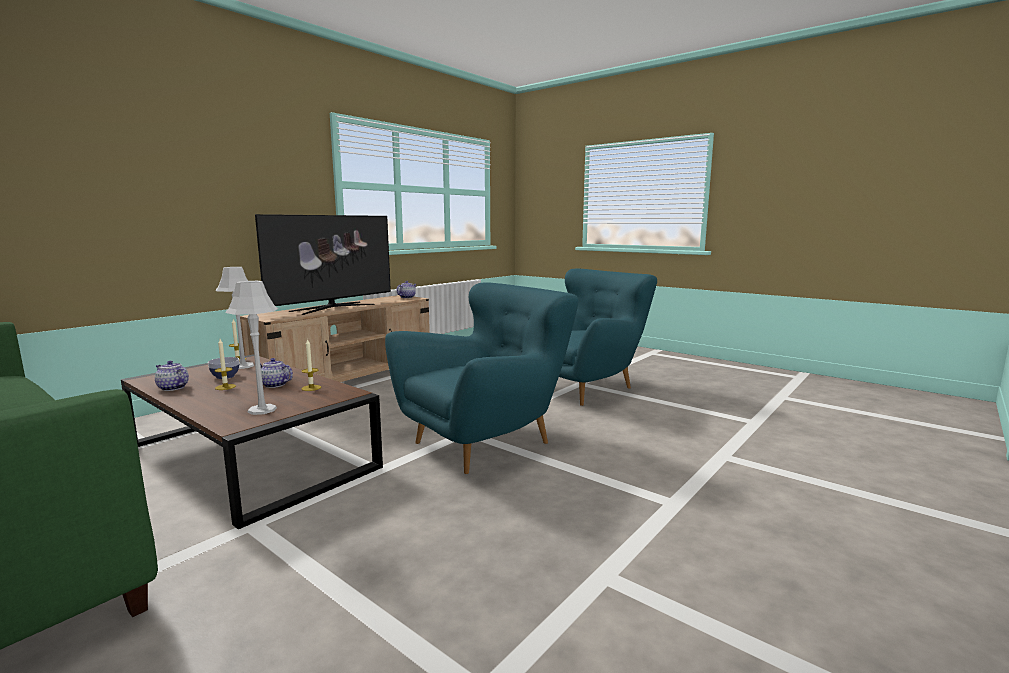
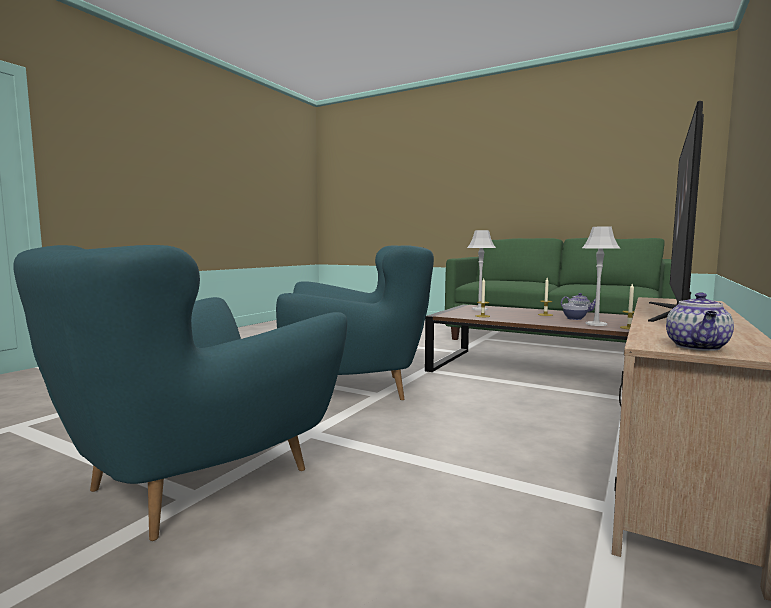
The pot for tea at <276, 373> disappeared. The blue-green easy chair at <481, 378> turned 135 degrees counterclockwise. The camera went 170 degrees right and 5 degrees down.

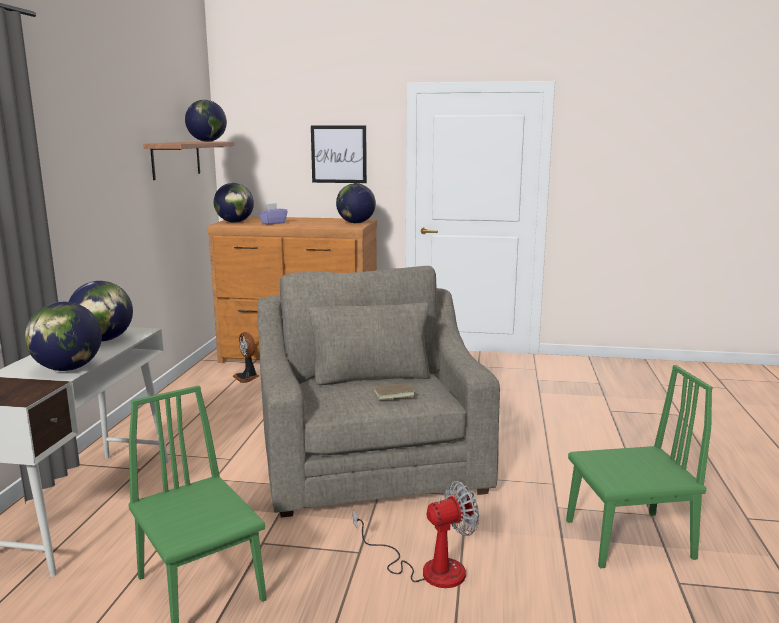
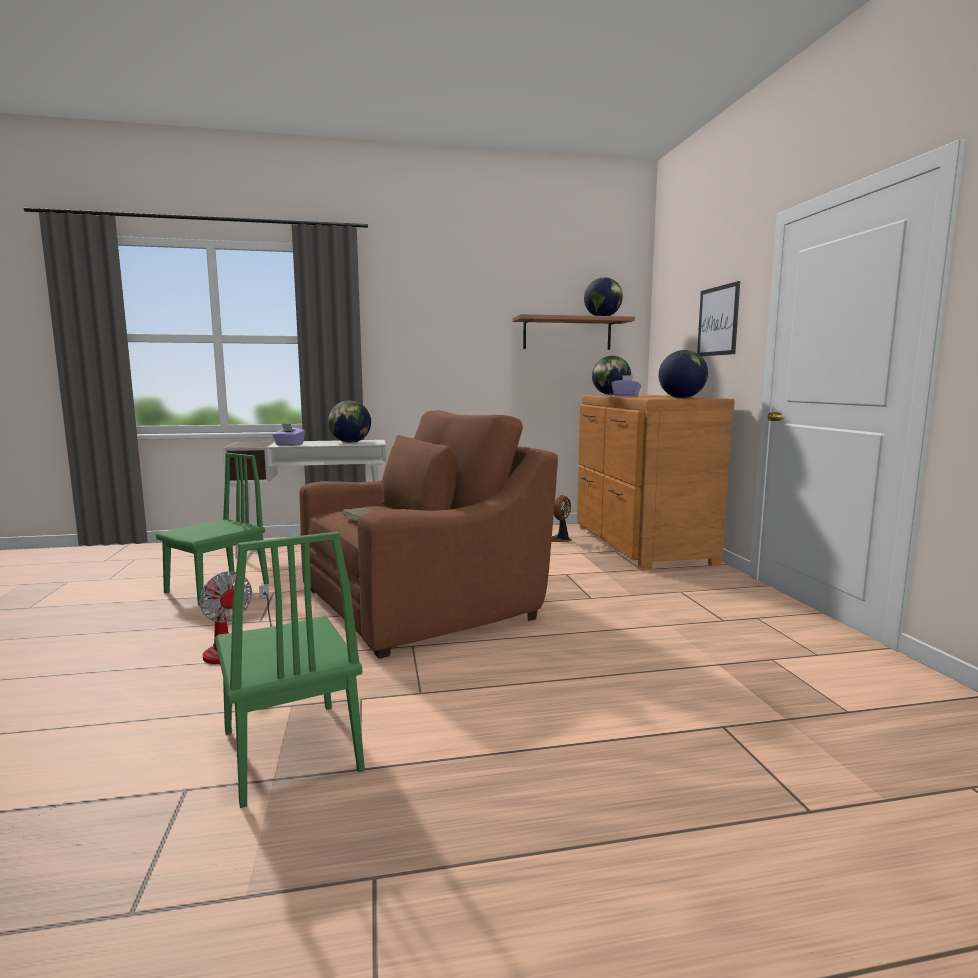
The desk globe at <63, 336> was replaced by the purple tissue box at <288, 435>. The greyish easy chair at <378, 391> became the brown-coloured easy chair at <428, 534>. The camera went 70 degrees right and 5 degrees down.

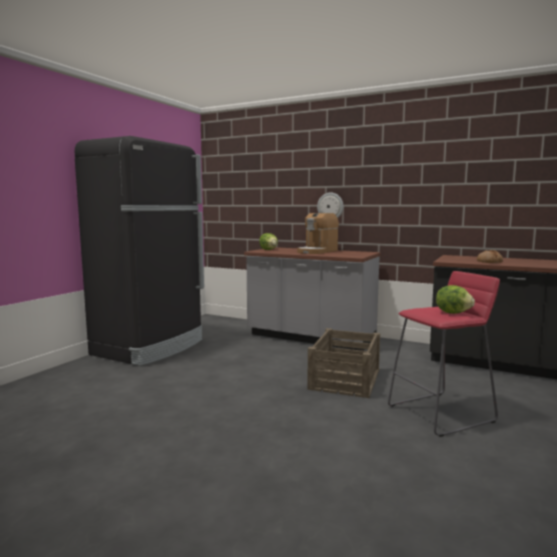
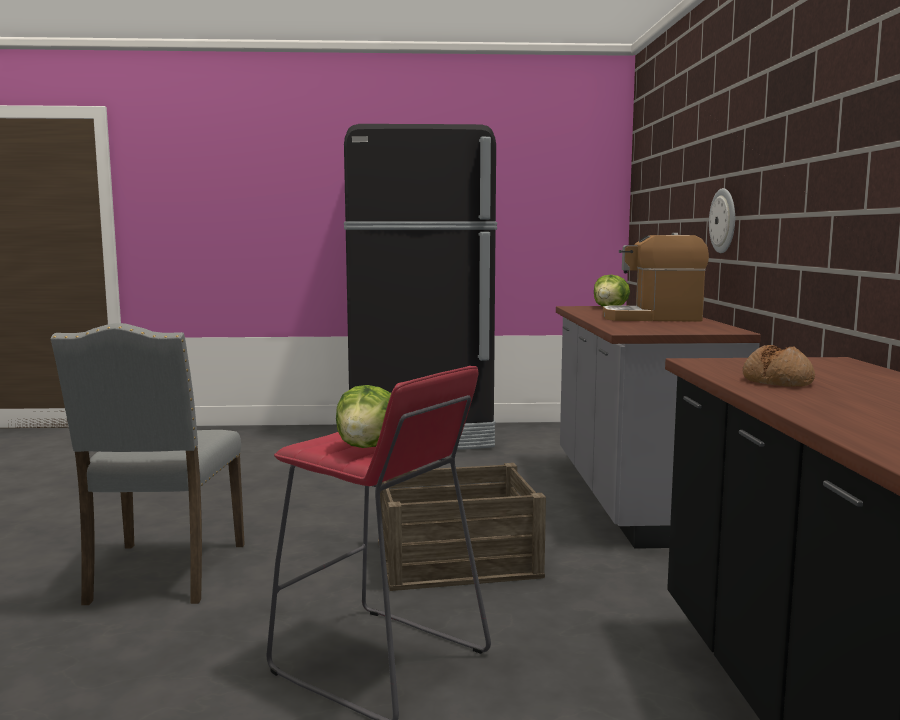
The greyish plain chair at <147, 464> appeared. The camera went 60 degrees right and 0 degrees up.

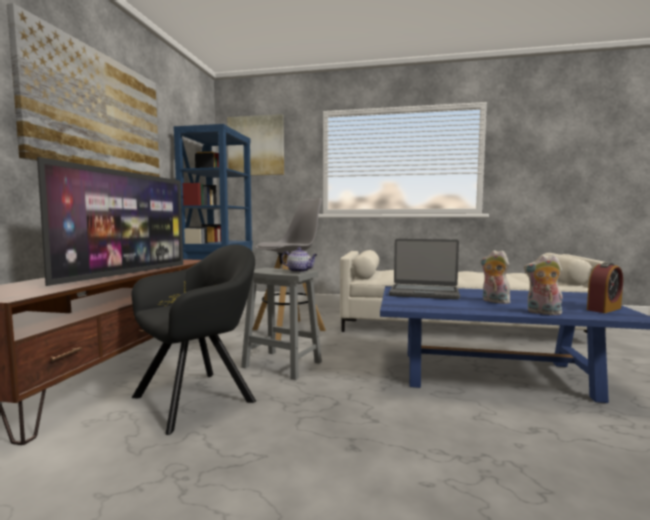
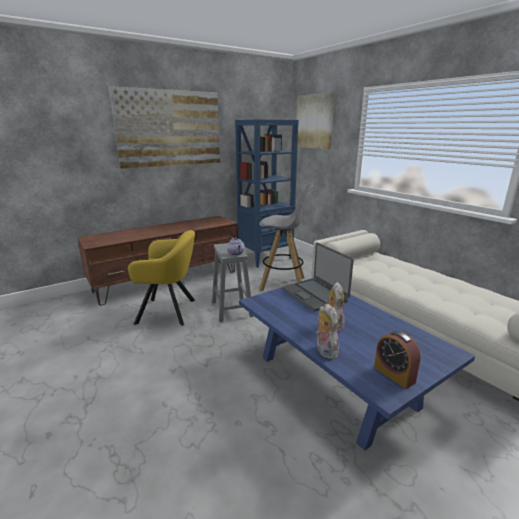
The television at <110, 221> disappeared. The black easy chair at <193, 339> became the yellowish easy chair at <161, 278>. The alarm clock at <605, 287> turned 45 degrees clockwise. The camera went 45 degrees right and 15 degrees up.

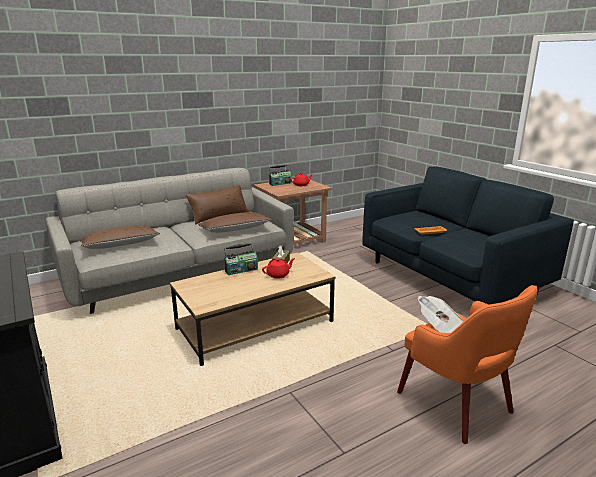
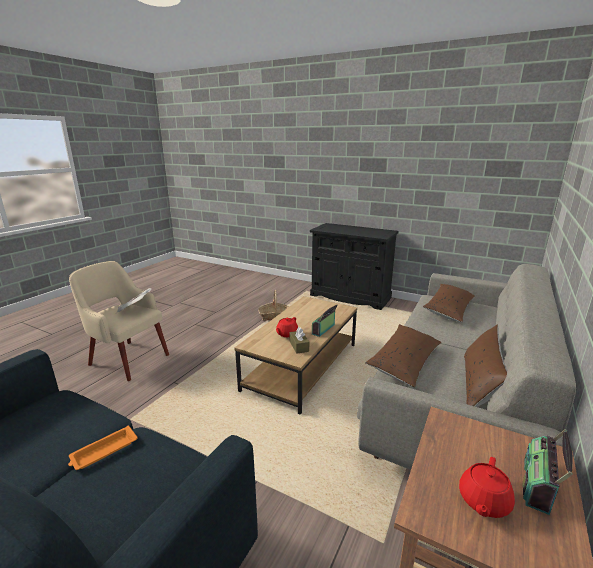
The storage basket at <273, 305> appeared. The orangey easy chair at <467, 364> became the sand-coloured easy chair at <119, 321>. The camera went 150 degrees right and 0 degrees up.

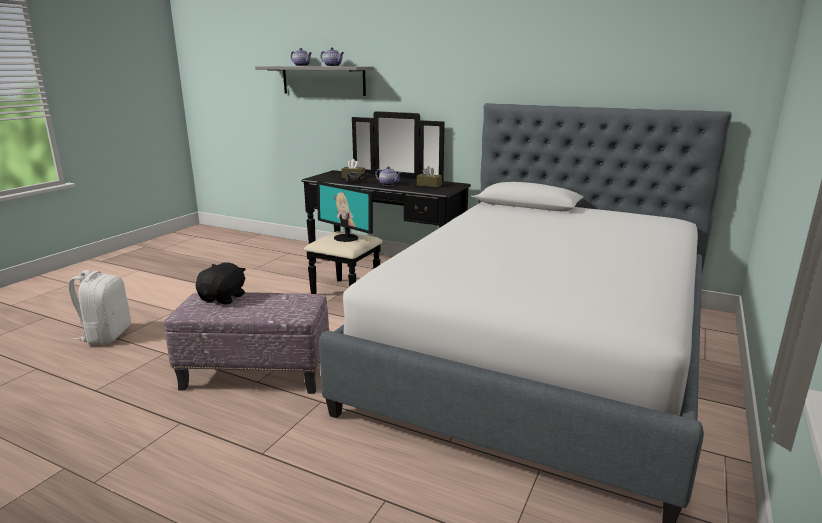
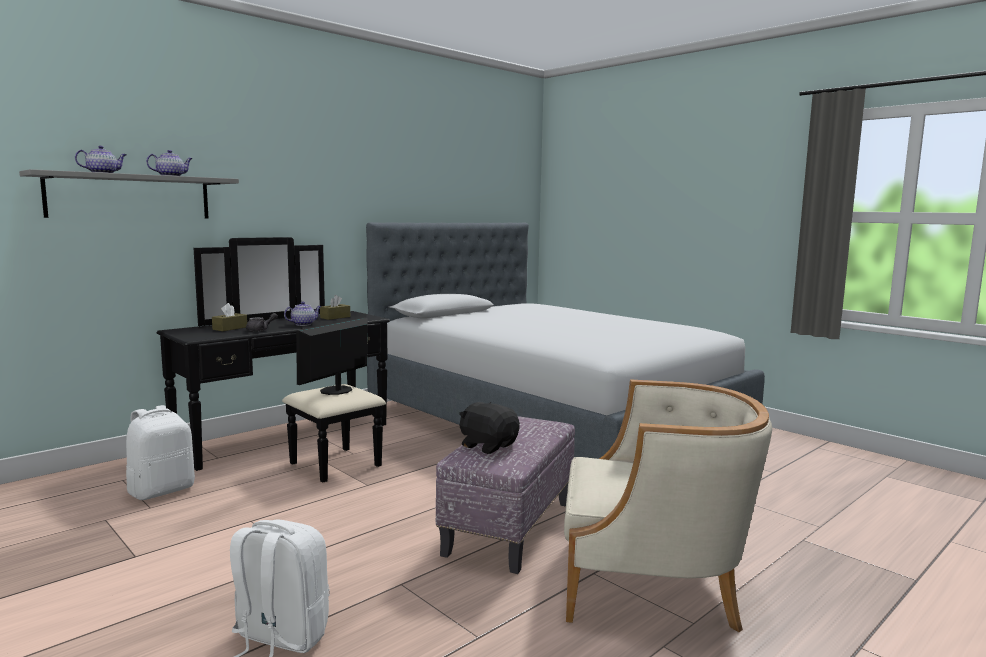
The white backpack at <160, 452> appeared. The sand-coloured easy chair at <668, 505> appeared. The computer display at <345, 211> turned 150 degrees clockwise. The camera went 70 degrees left and 10 degrees down.

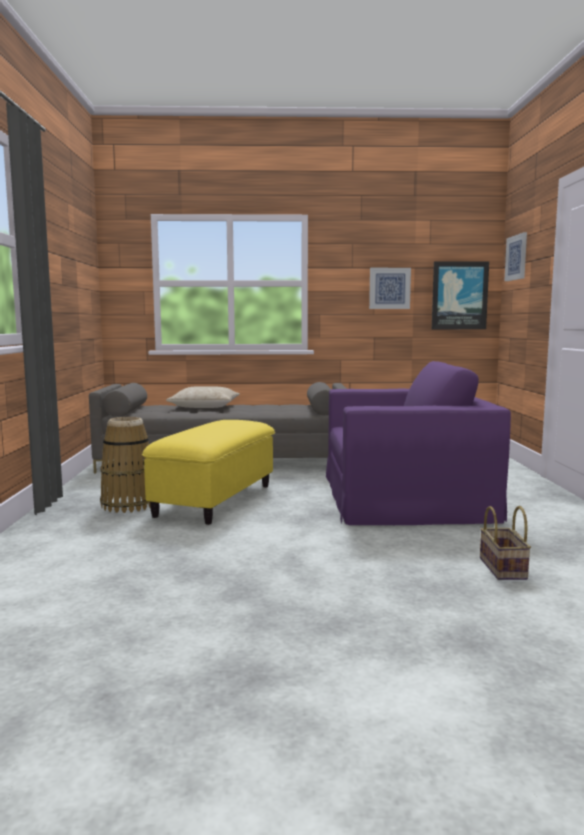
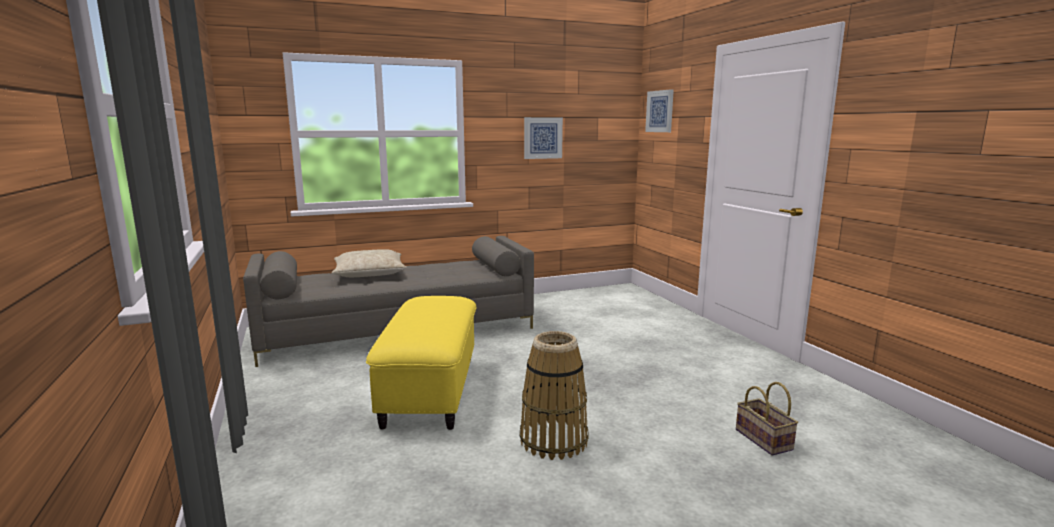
The purple easy chair at <418, 443> disappeared. The wall art at <460, 295> disappeared. The storage basket moved from <125, 465> to <554, 395>. The camera went 20 degrees left and 5 degrees up.

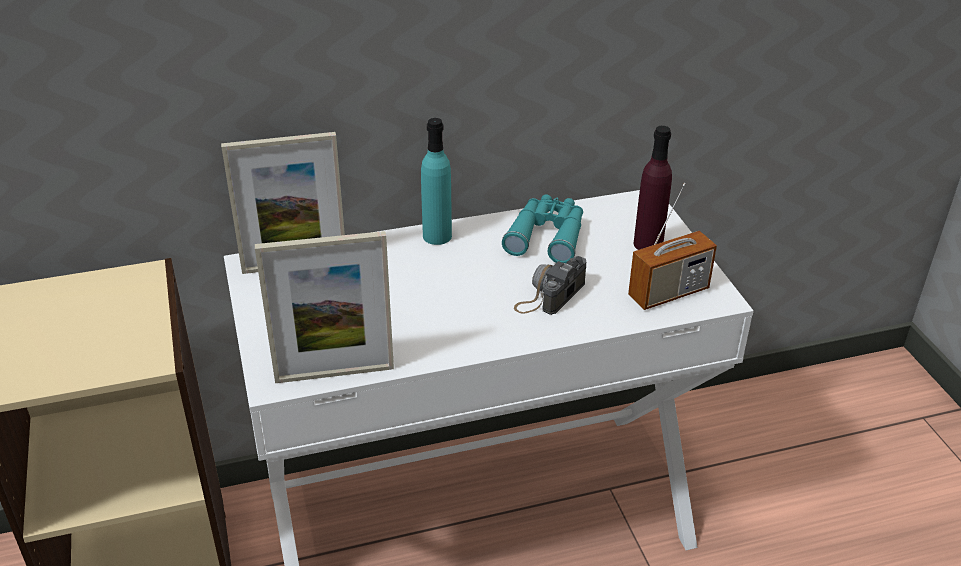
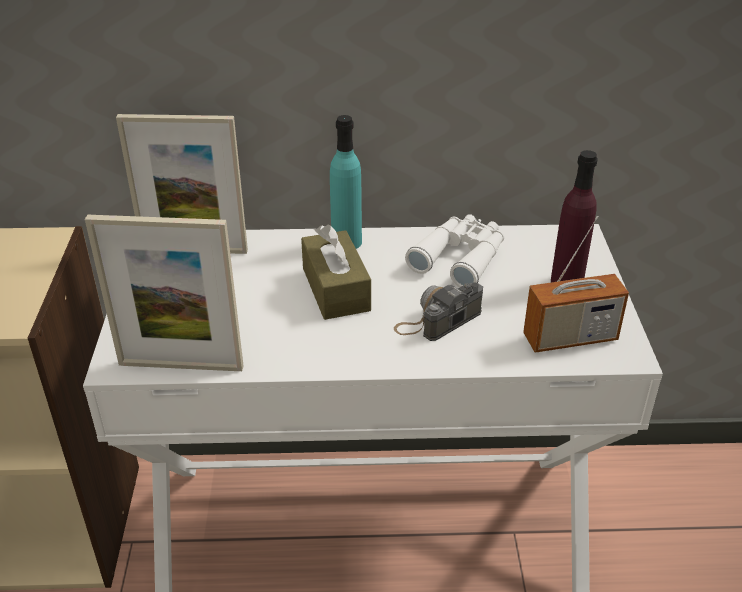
The brown-coloured tissue box at <336, 272> appeared. The blue-green field glasses at <542, 228> became the white field glasses at <454, 251>. The camera went 15 degrees right and 0 degrees up.

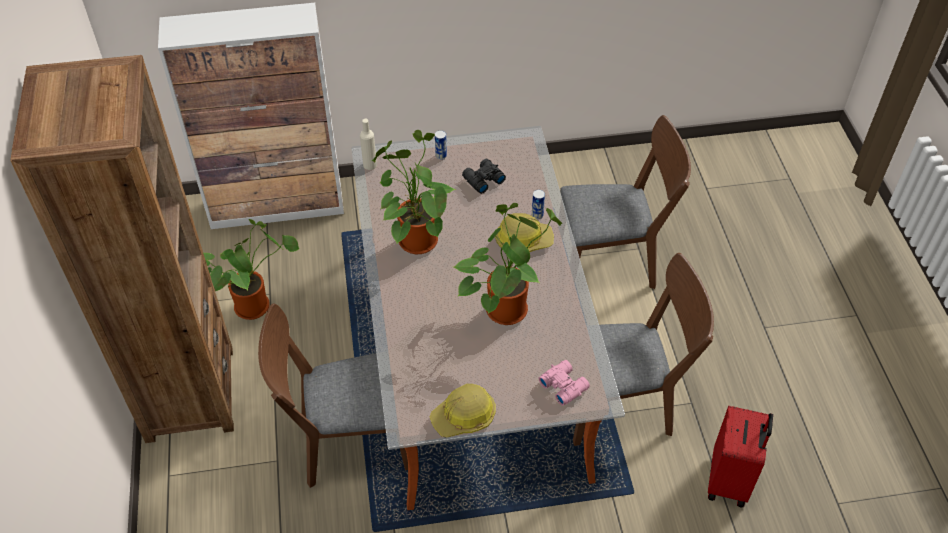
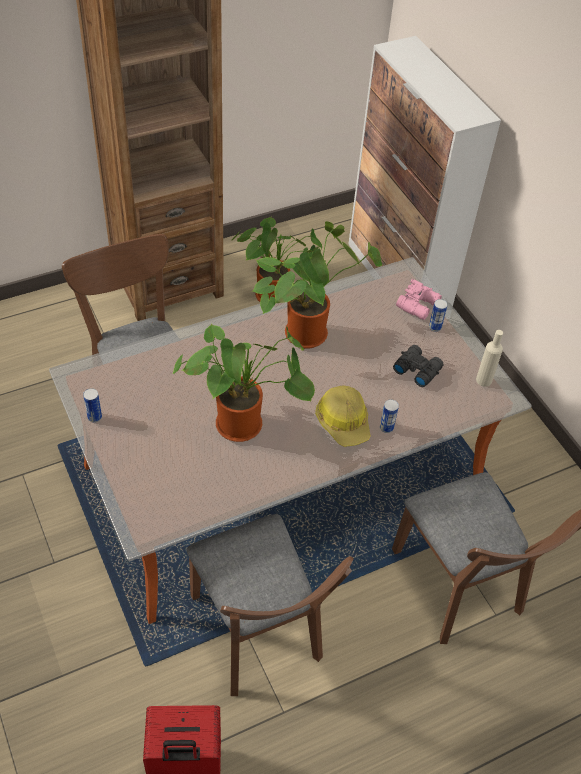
The sand-coloured drink bottle moved from <368, 144> to <489, 358>. The pink-coloured field glasses moved from <564, 383> to <419, 299>. The safety helmet at <462, 411> was replaced by the sealed can at <92, 405>. The camera went 70 degrees right and 0 degrees up.

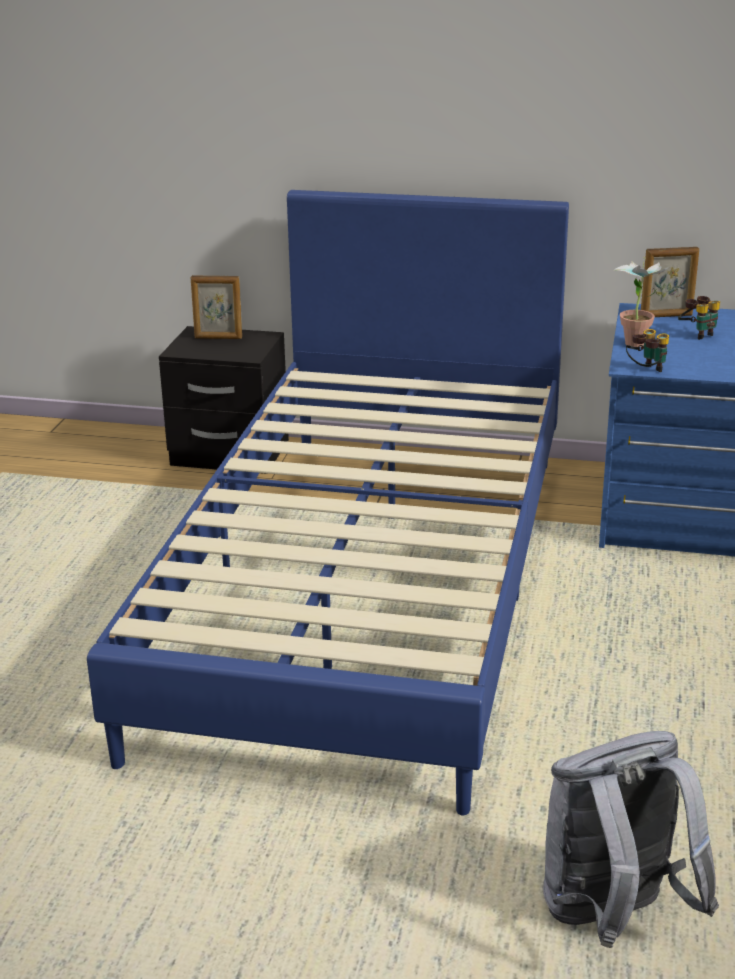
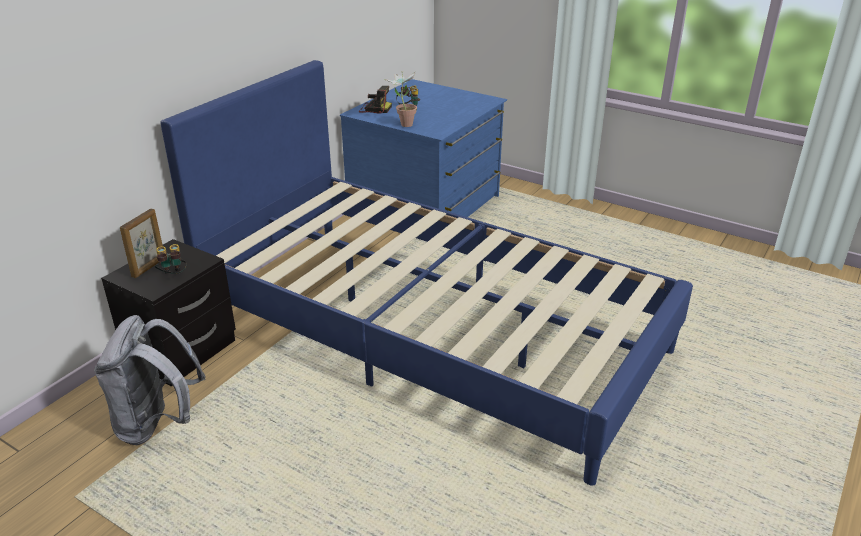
The greyish backpack moved from <631, 839> to <150, 380>. The field glasses moved from <647, 350> to <171, 259>. The picture frame at <670, 282> was replaced by the still camera at <375, 100>. The camera went 70 degrees left and 5 degrees up.

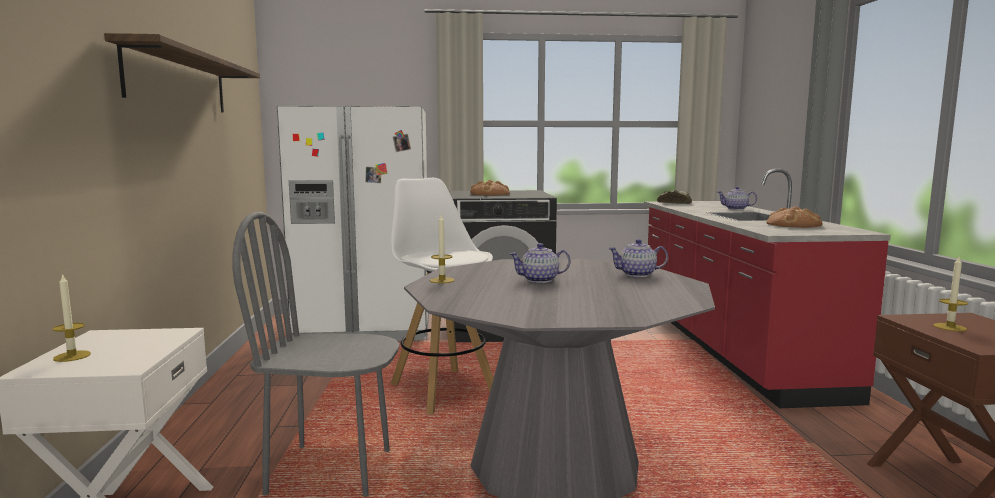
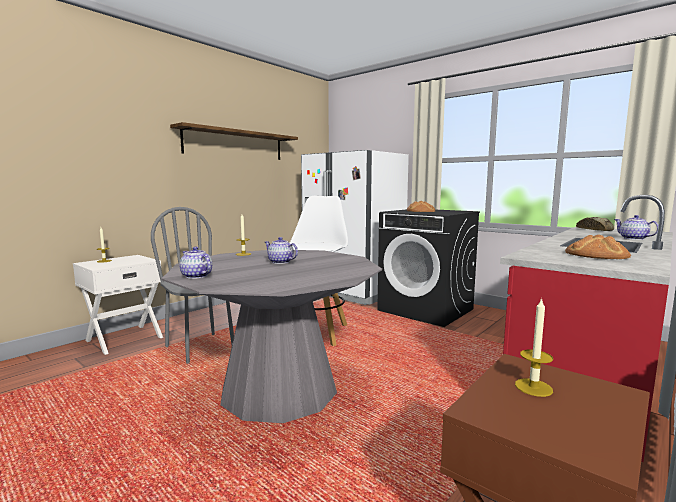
The pot for tea moved from <638, 258> to <195, 263>. The camera went 45 degrees right and 0 degrees up.

